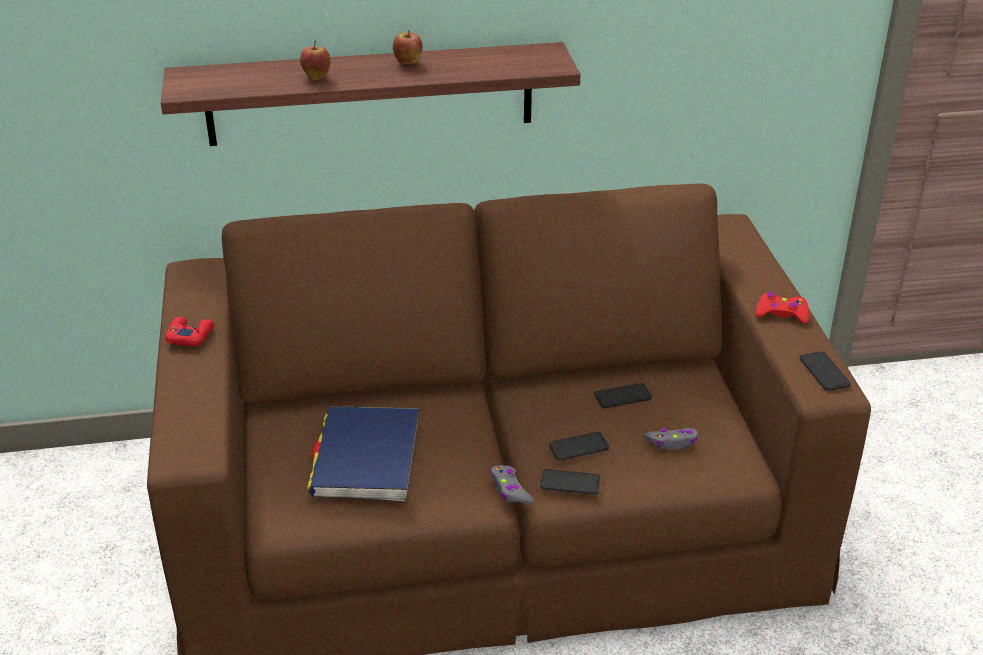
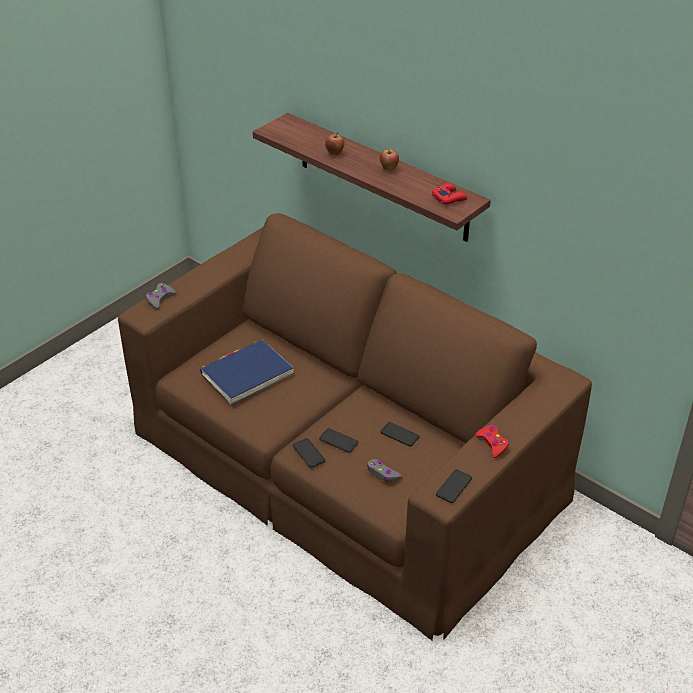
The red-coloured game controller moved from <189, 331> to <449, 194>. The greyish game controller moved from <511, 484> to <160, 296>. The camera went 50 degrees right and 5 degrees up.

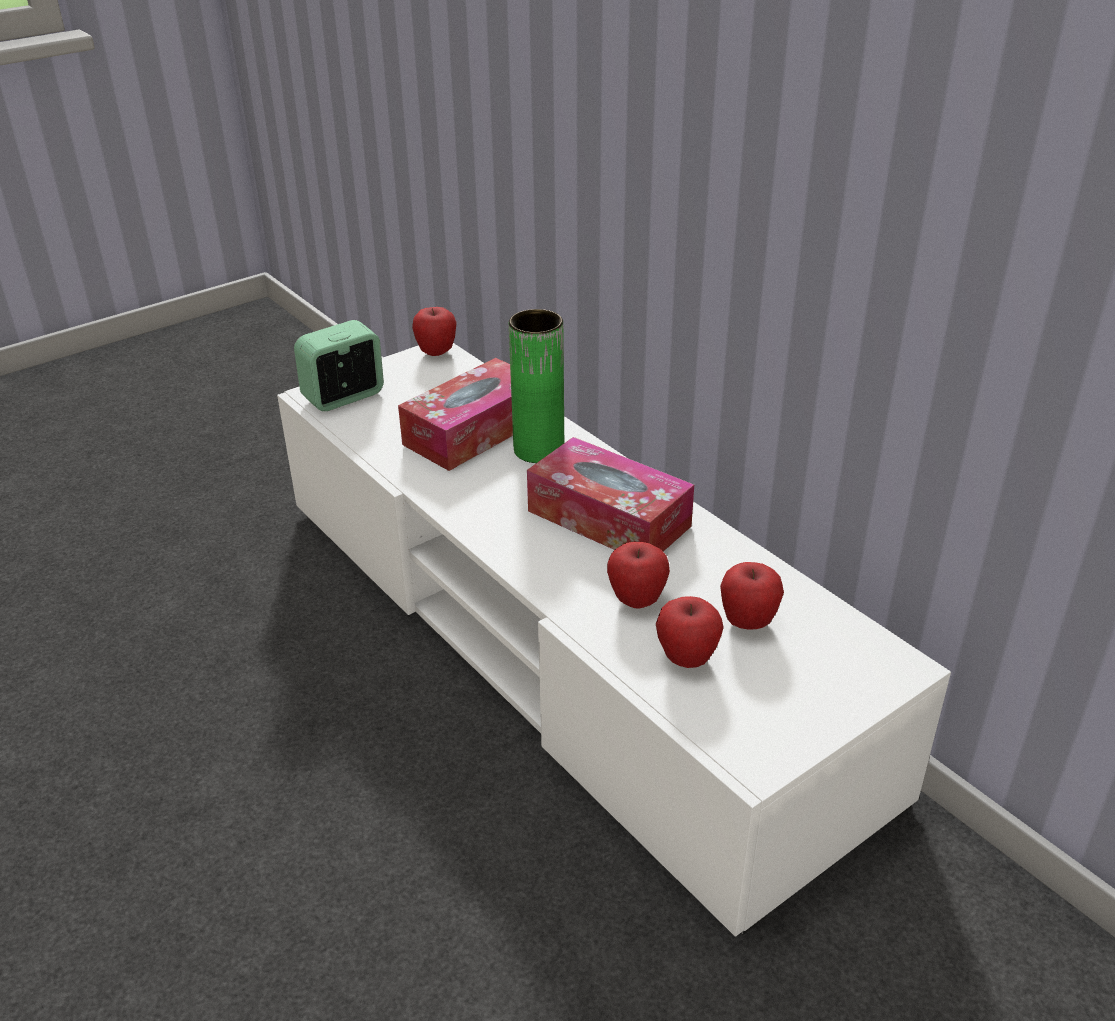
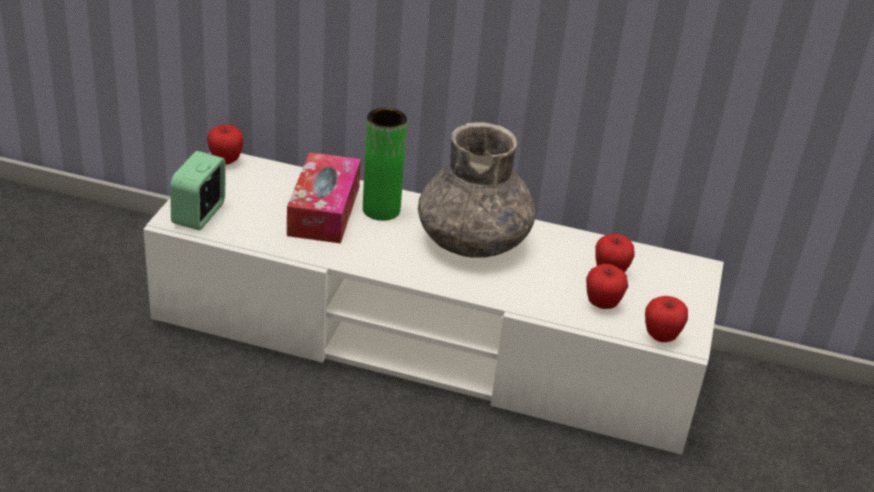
The apple moved from <638, 575> to <666, 319>. The tissue box at <610, 494> was replaced by the greyish decorative vase at <476, 190>. The camera went 40 degrees left and 0 degrees up.

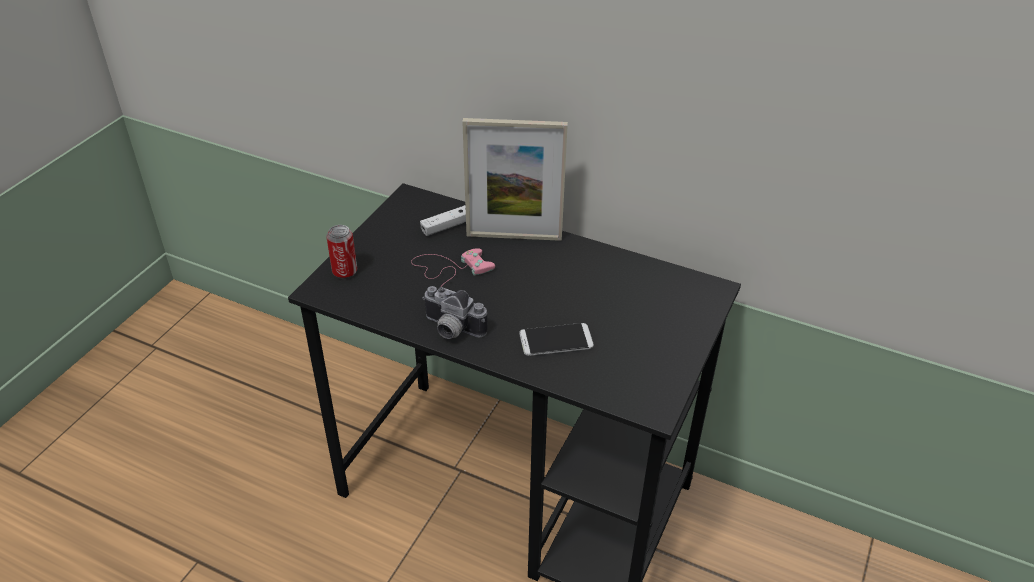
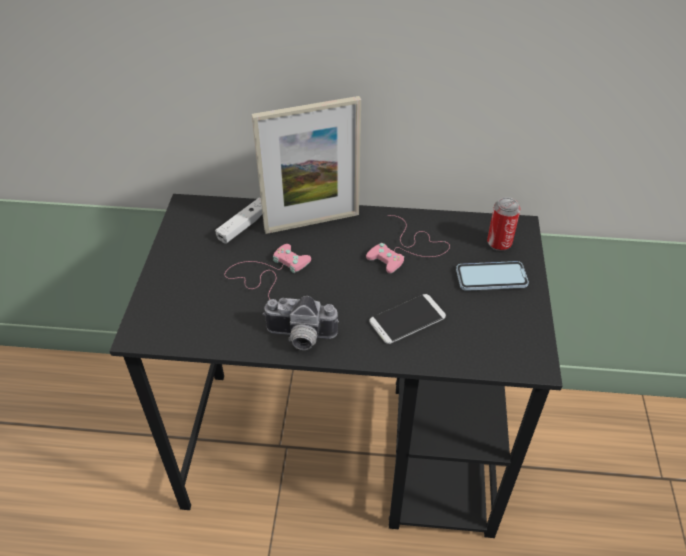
The pink-coloured game controller at <408, 244> appeared. The phone at <492, 276> appeared. The sealed can moved from <341, 252> to <504, 224>. The camera went 20 degrees left and 5 degrees up.

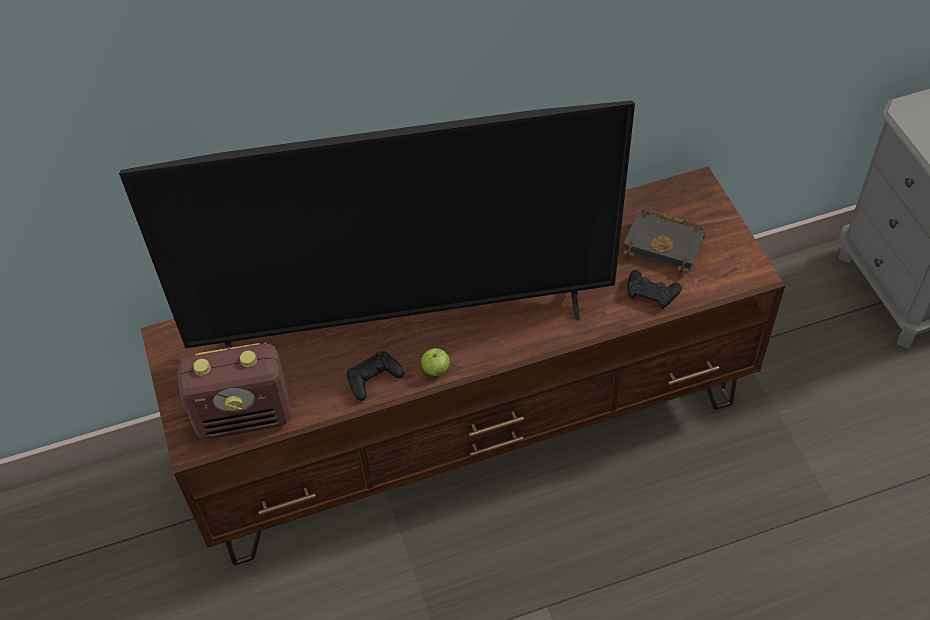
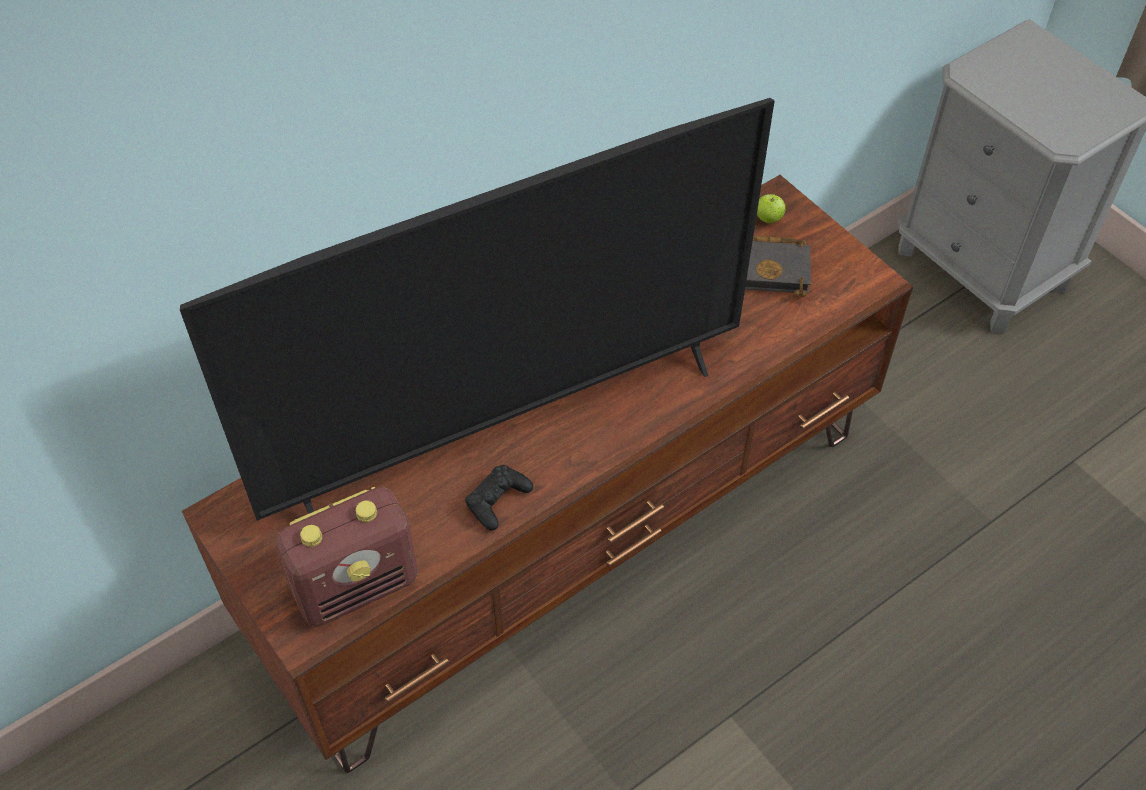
The black game controller at <655, 289> disappeared. The apple moved from <435, 362> to <771, 208>. The camera went 20 degrees left and 0 degrees up.

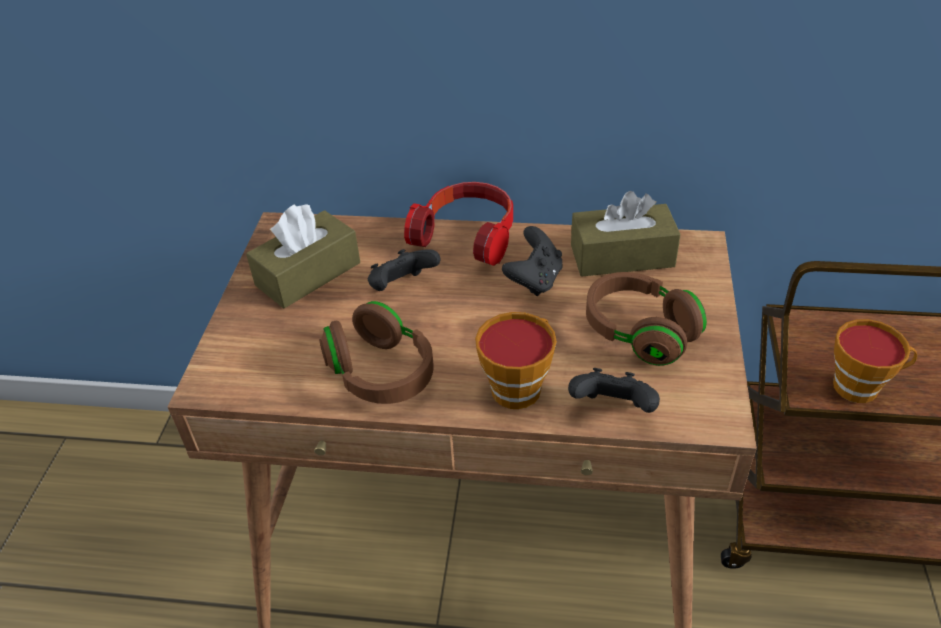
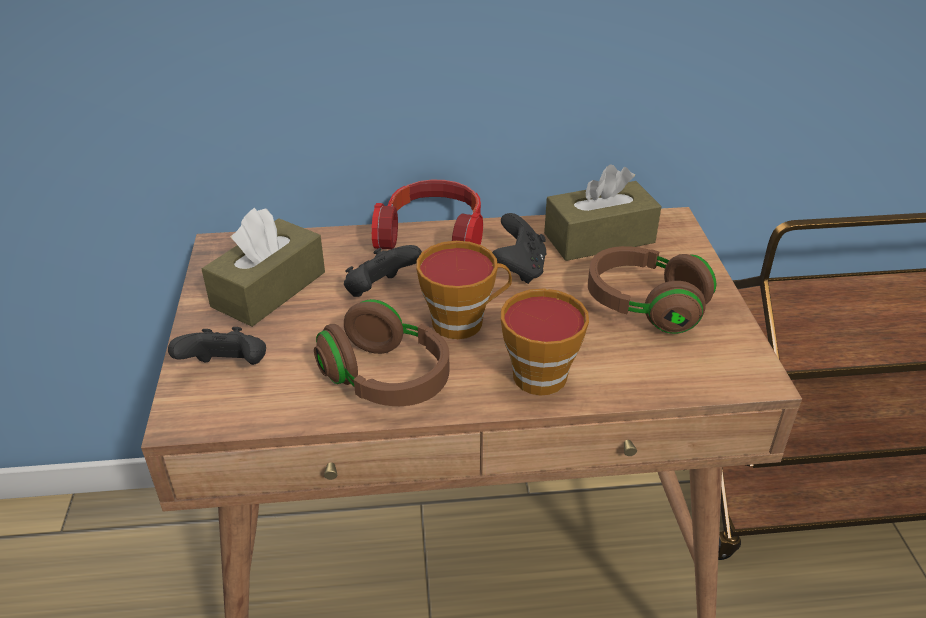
The black game controller moved from <614, 390> to <217, 346>. The drinking cup moved from <875, 361> to <464, 290>. The camera went 15 degrees left and 5 degrees down.

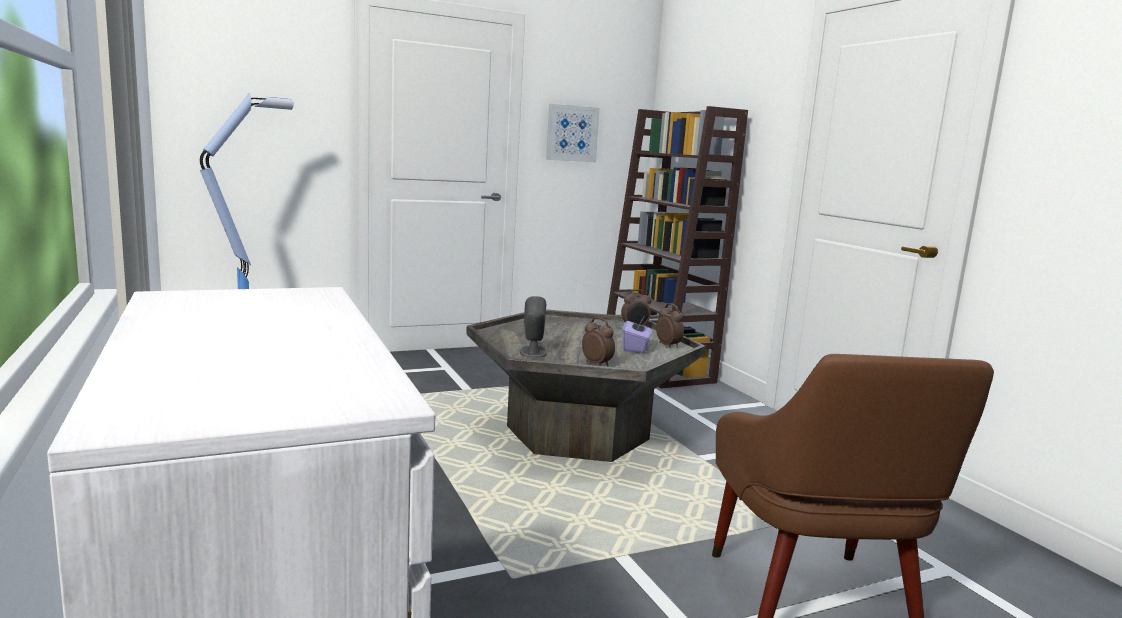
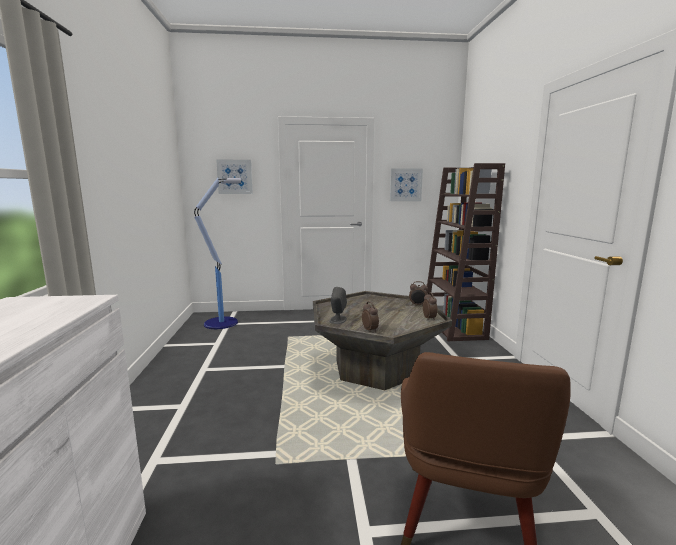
The purple tissue box at <637, 335> disappeared. The wall art at <234, 177> appeared. The camera went 20 degrees right and 0 degrees up.

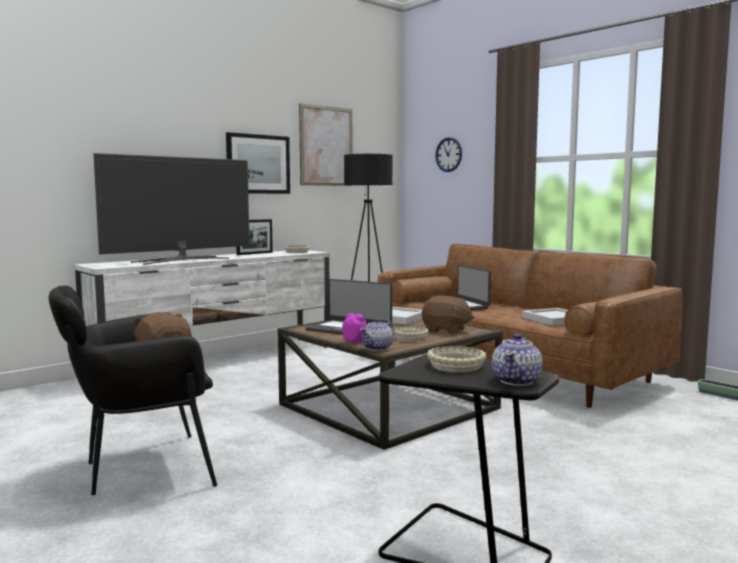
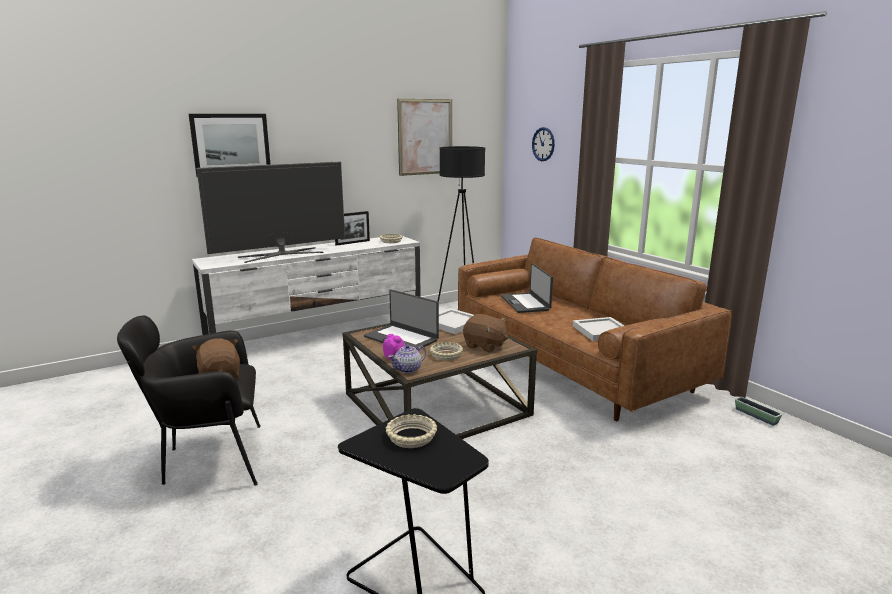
The pot for tea at <517, 360> disappeared. The wall art moved from <258, 163> to <230, 145>. The camera went 10 degrees right and 10 degrees up.

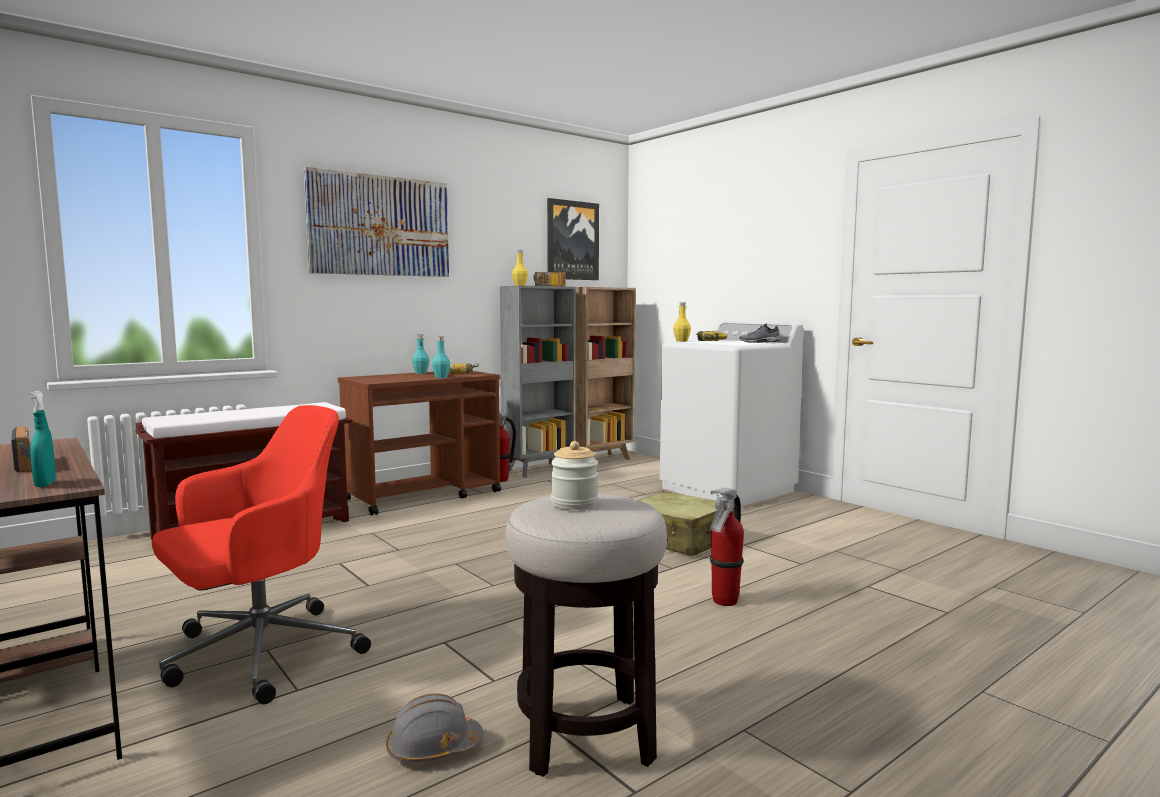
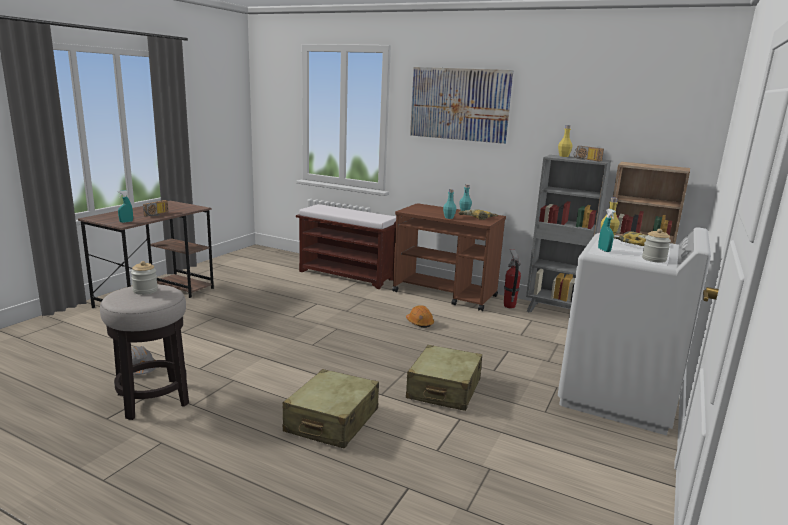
The red-coloured office chair at <261, 554> disappeared. The wall art at <573, 239> disappeared. The orangey safety helmet at <420, 316> appeared. The blue-green hand sprayer at <607, 230> appeared. The fire extinguisher at <727, 547> was replaced by the sand-coloured piece of luggage at <331, 408>. The greyish item of footwear at <760, 333> was replaced by the jar at <656, 245>. The camera went 65 degrees right and 10 degrees up.

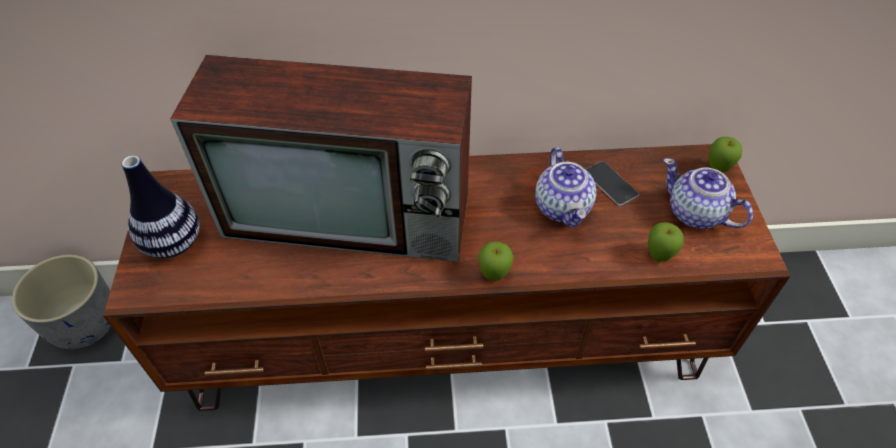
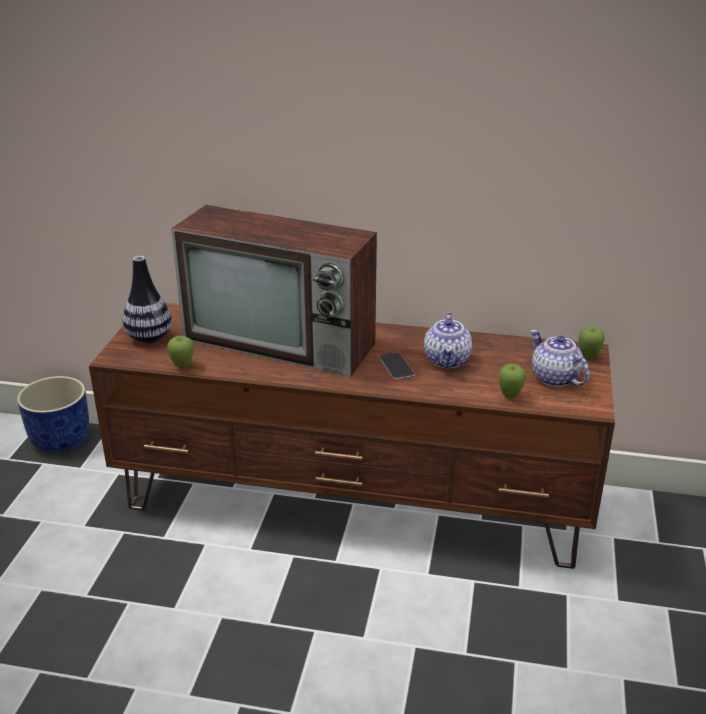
The apple moved from <496, 261> to <180, 351>. The phone moved from <612, 183> to <397, 366>. The greyish planter at <61, 302> became the blue planter at <53, 414>. The camera went 15 degrees right and 20 degrees down.

